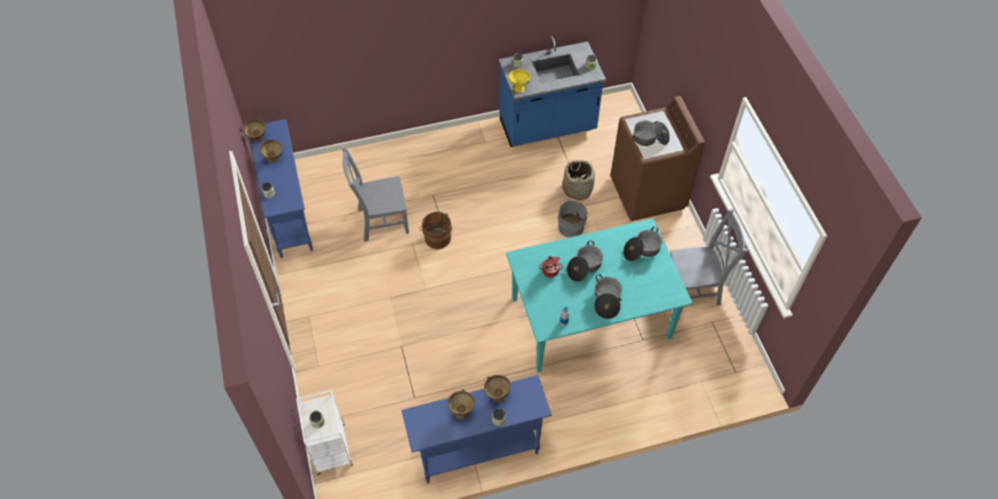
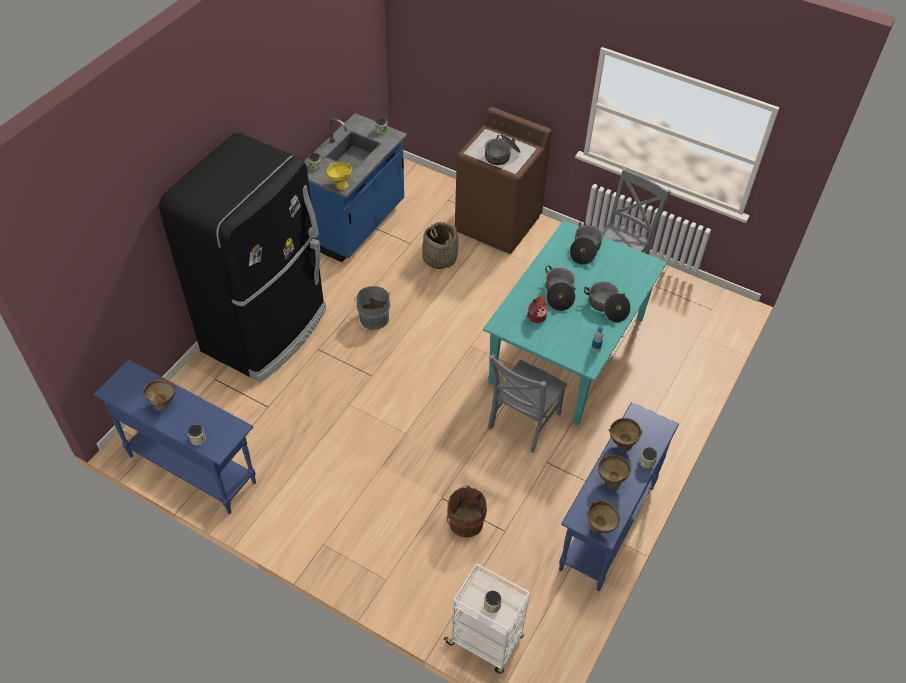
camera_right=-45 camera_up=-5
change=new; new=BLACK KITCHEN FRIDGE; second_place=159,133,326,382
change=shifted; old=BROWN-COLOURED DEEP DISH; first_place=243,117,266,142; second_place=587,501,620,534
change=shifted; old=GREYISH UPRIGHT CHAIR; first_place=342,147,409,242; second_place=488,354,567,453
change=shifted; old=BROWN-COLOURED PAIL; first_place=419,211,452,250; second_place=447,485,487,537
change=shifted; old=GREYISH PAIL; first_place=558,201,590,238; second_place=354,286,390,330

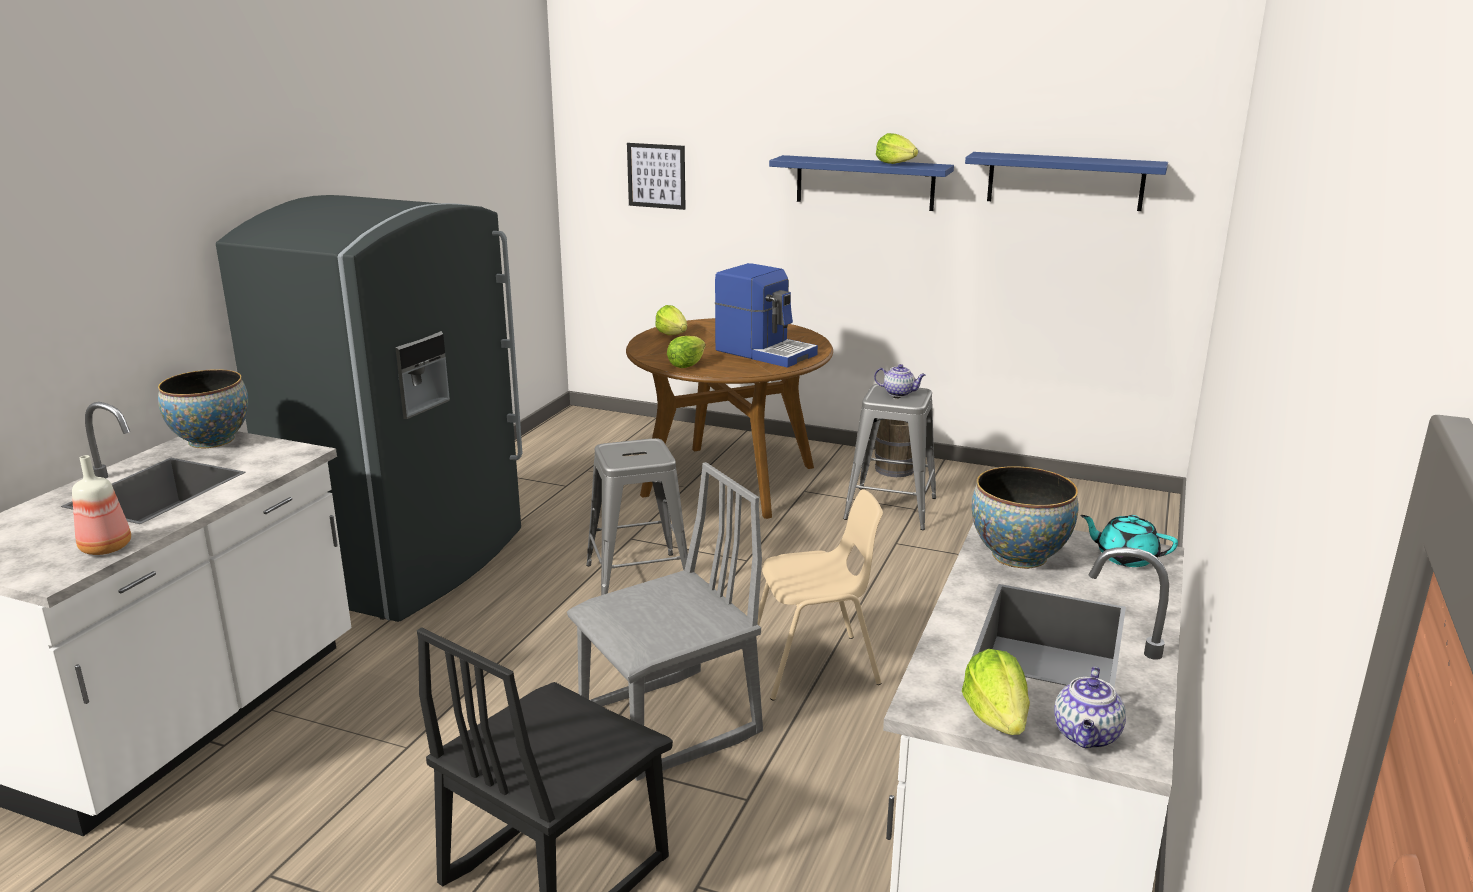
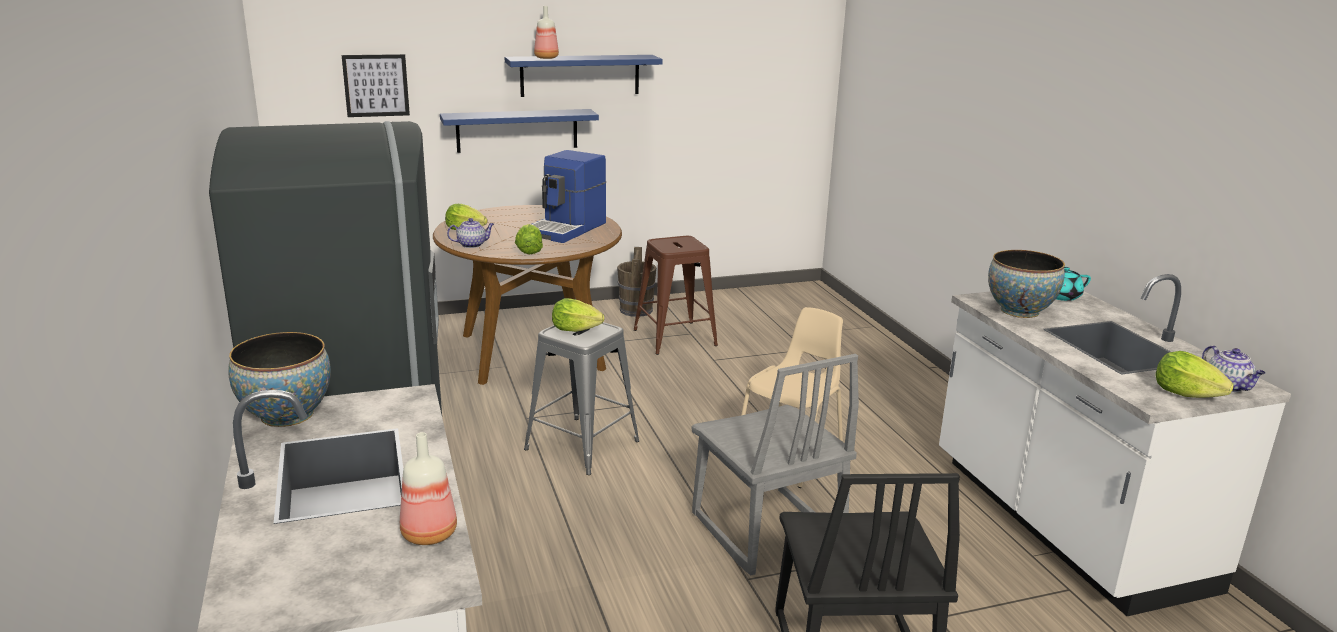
camera_right=-40 camera_up=0
change=new; new=BOTTLE; second_place=534,6,559,59
change=shifted; old=TEAPOT; first_place=874,364,926,397; second_place=447,218,494,248
change=shifted; old=LETTUCE; first_place=876,133,918,164; second_place=552,298,604,332
change=shifted; old=BLUE-COLOURED WALL SHELF; first_place=965,152,1168,211; second_place=440,109,599,153
change=repainted; old=GREYISH STOOL; new=BROWN-COLOURED STOOL; first_place=843,384,936,530; second_place=633,236,718,355
change=rotated; old=GREYISH UPRIGHT CHAIR; first_place=567,462,763,781; second_place=691,354,859,576; degrees=135
change=rotated; old=COFFEE MACHINE; first_place=715,263,818,368; second_place=531,150,606,243; degrees=120

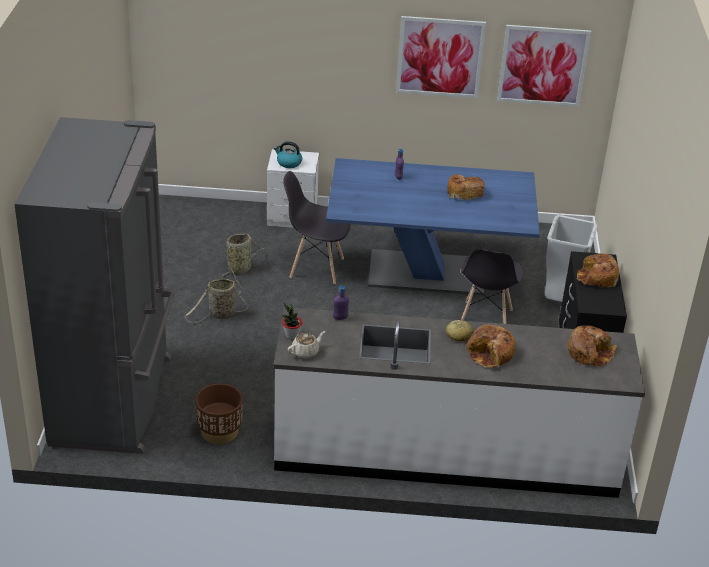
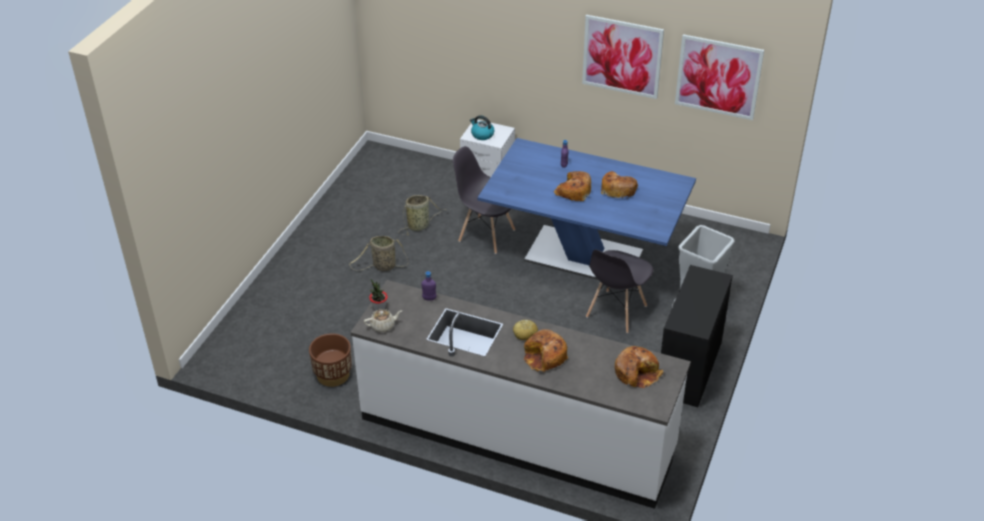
camera_right=20 camera_up=5
change=gone; old=GREYISH KITCHEN FRIDGE; first_place=14,117,175,454
change=shifted; old=BREAD; first_place=577,254,619,288; second_place=554,171,591,201

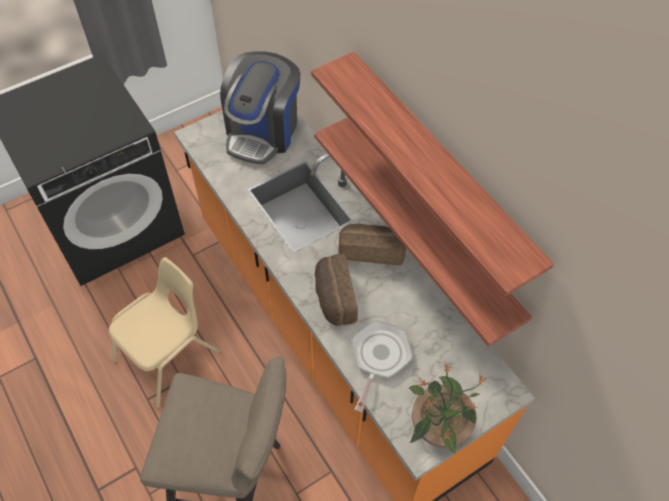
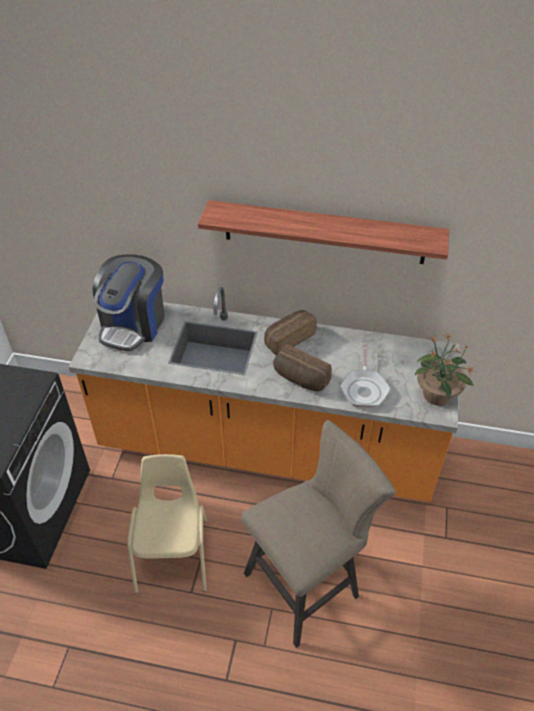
camera_right=-45 camera_up=-10
change=gone; old=WALL SHELF; first_place=314,117,532,347
change=rotated; old=COFFEE MACHINE; first_place=220,51,301,164; second_place=93,255,165,351; degrees=45
change=rotated; old=PAN; first_place=351,320,412,412; second_place=340,343,391,408; degrees=-150

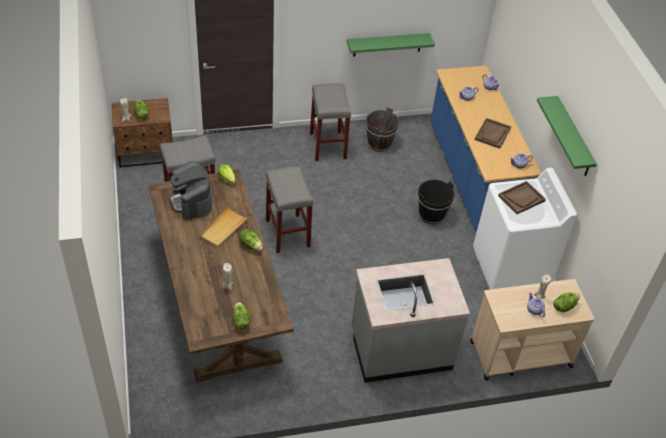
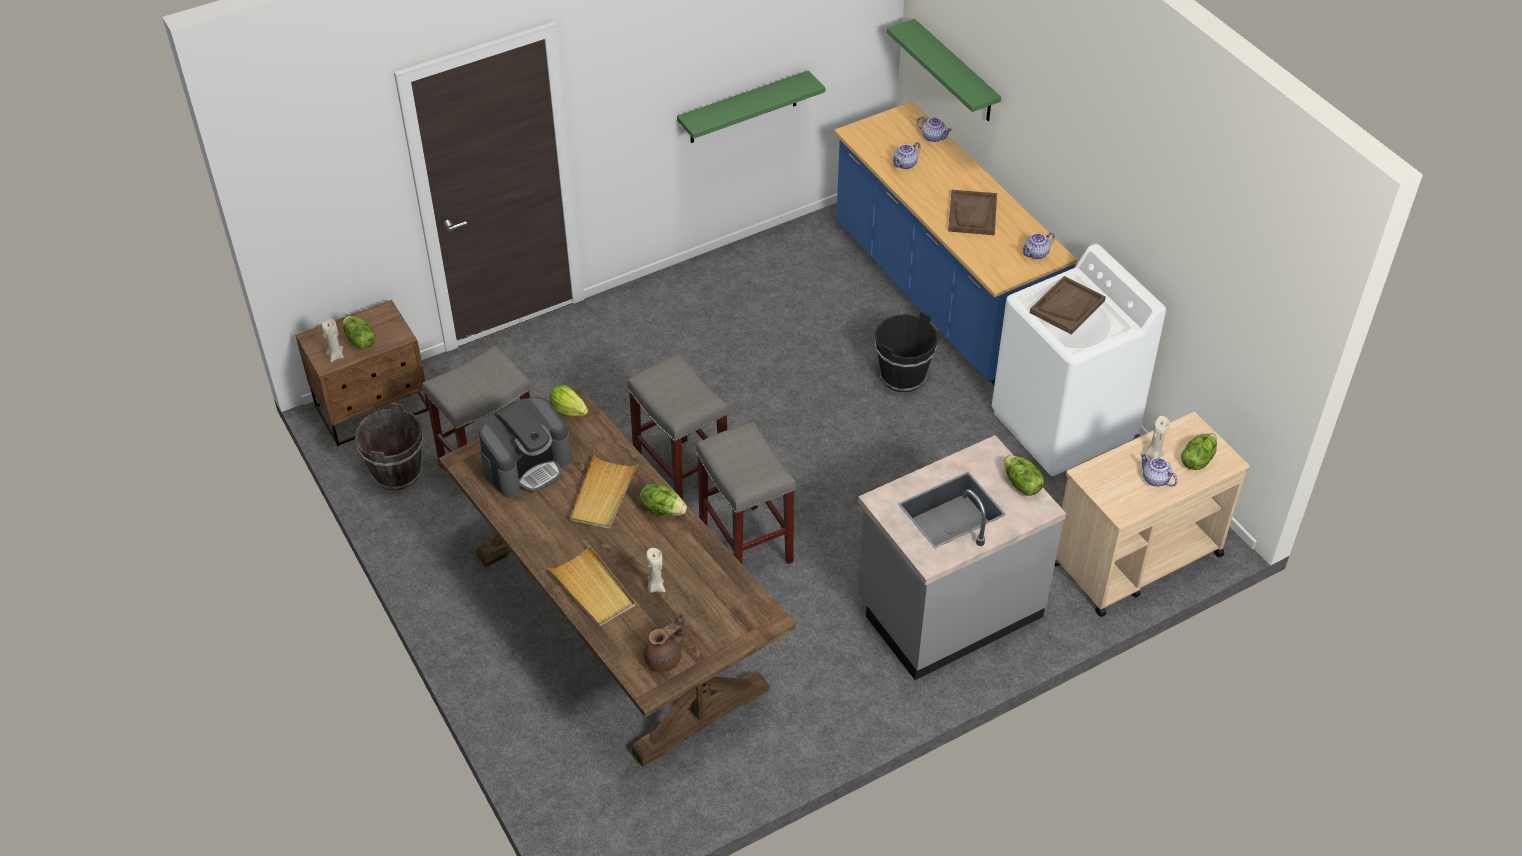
camera_right=-15 camera_up=0
change=new; new=BEIGE CARRYING TRAY; second_place=548,545,636,627
change=new; new=BROWN-COLOURED TEAPOT; second_place=644,614,685,672
change=shifted; old=LETTUCE; first_place=232,302,251,330; second_place=1004,455,1044,496
change=shifted; old=GREYISH STOOL; first_place=310,83,351,161; second_place=696,422,796,564
change=shifted; old=BROWN-COLOURED PAIL; first_place=365,107,400,152; second_place=355,403,423,491
change=shifted; old=GREENISH WALL SHELF; first_place=537,96,597,176; second_place=887,19,1001,121
change=rotated; old=COFFEE MACHINE; first_place=170,161,212,220; second_place=479,397,572,498; degrees=-90

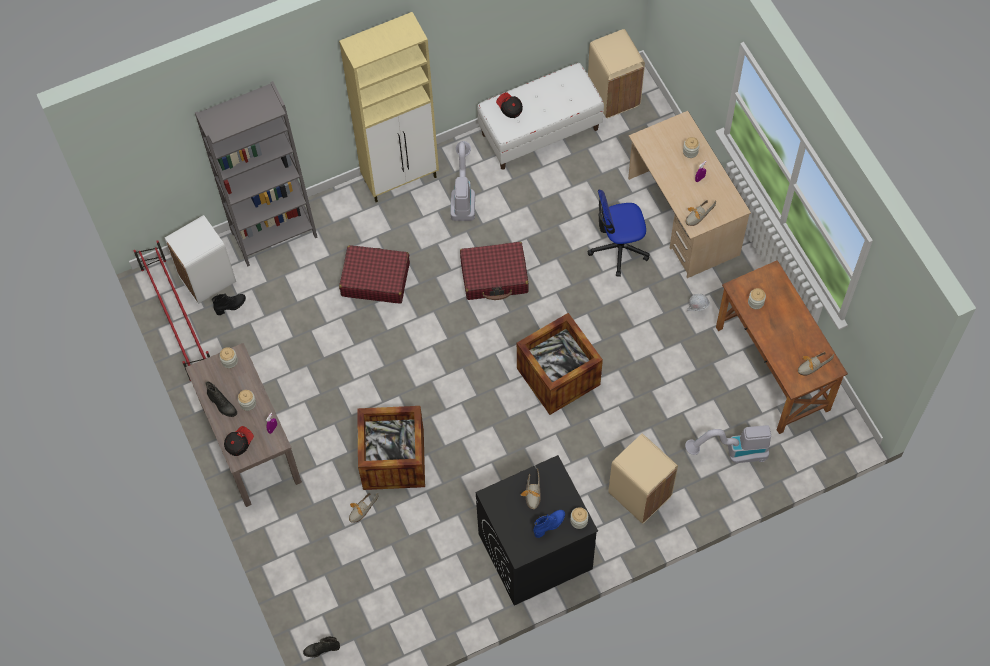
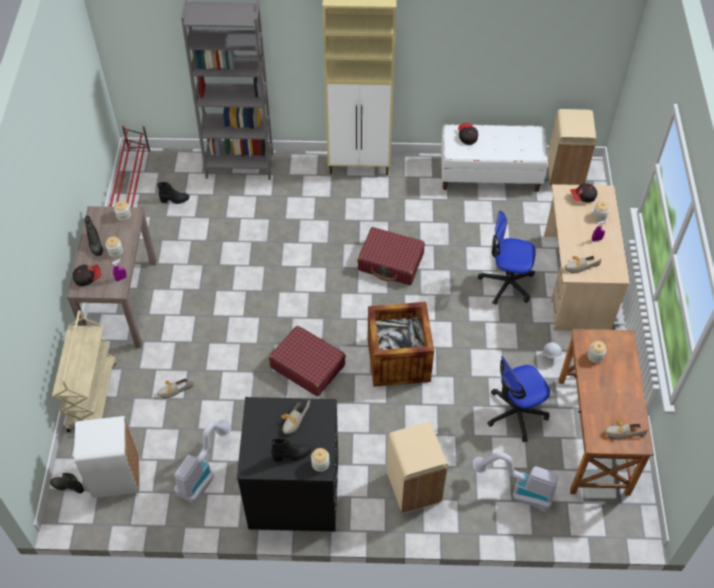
camera_right=25 camera_up=-10
change=gone; old=CRATE; first_place=357,406,425,490
change=new; new=BEIGE TROLLEY; second_place=52,310,116,432
change=new; new=COMPUTER CHAIR; second_place=487,356,550,442
change=new; new=PEAKED CAP; second_place=570,183,597,203
change=shifted; old=WHITISH WASTE BIN; first_place=164,215,236,304; second_place=74,416,140,498
change=shifted; old=RED-COLOURED PIECE OF LUGGAGE; first_place=339,245,410,304; second_place=269,325,346,396
change=shifted; old=VACUUM; first_place=451,141,475,221; second_place=174,420,231,504
change=repainted; old=BLUE-COLOURED HIGH-TOP BOOT; new=BLACK HIGH-TOP BOOT; first_place=534,510,565,538; second_place=271,438,311,462

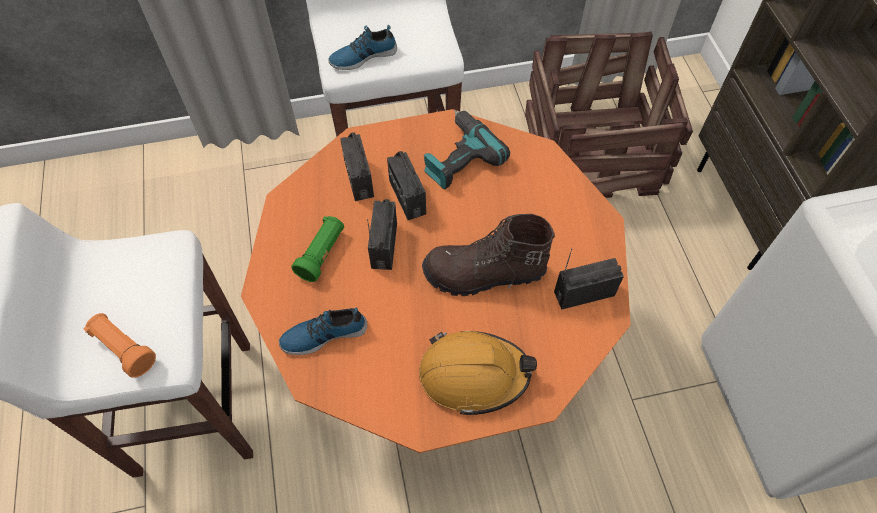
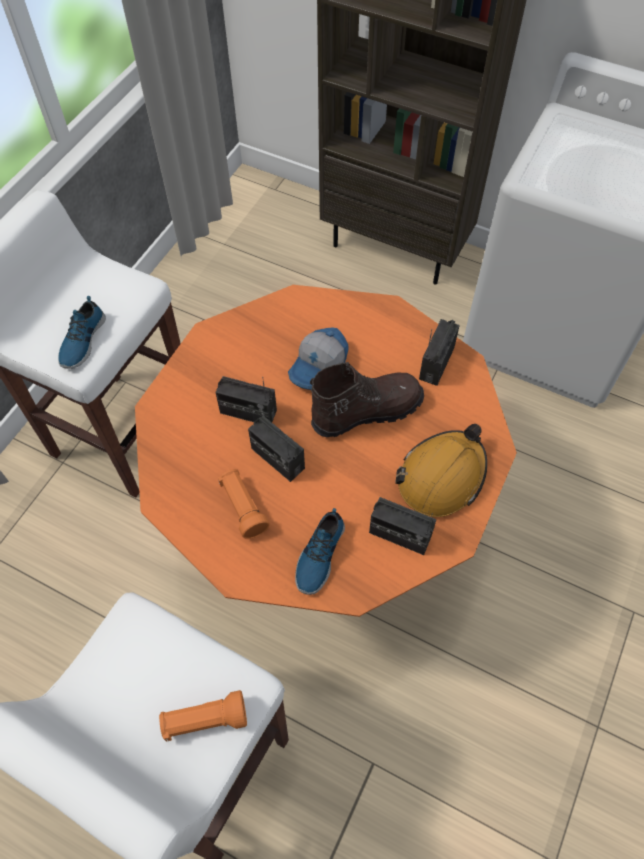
camera_right=-50 camera_up=0
change=gone; old=ELECTRIC DRILL; first_place=424,110,510,189
change=gone; old=CRATE; first_place=525,31,693,198
change=new; new=PEAKED CAP; second_place=288,327,349,390
change=shifted; old=RADIO; first_place=340,132,374,201; second_place=369,497,436,555
change=repainted; old=GREENISH HAND TORCH; new=ORANGE HAND TORCH; first_place=291,216,344,282; second_place=218,469,270,539
change=rotated; old=BROWN-COLOURED HIGH-TOP BOOT; first_place=422,214,555,296; second_place=310,362,424,437; degrees=-150

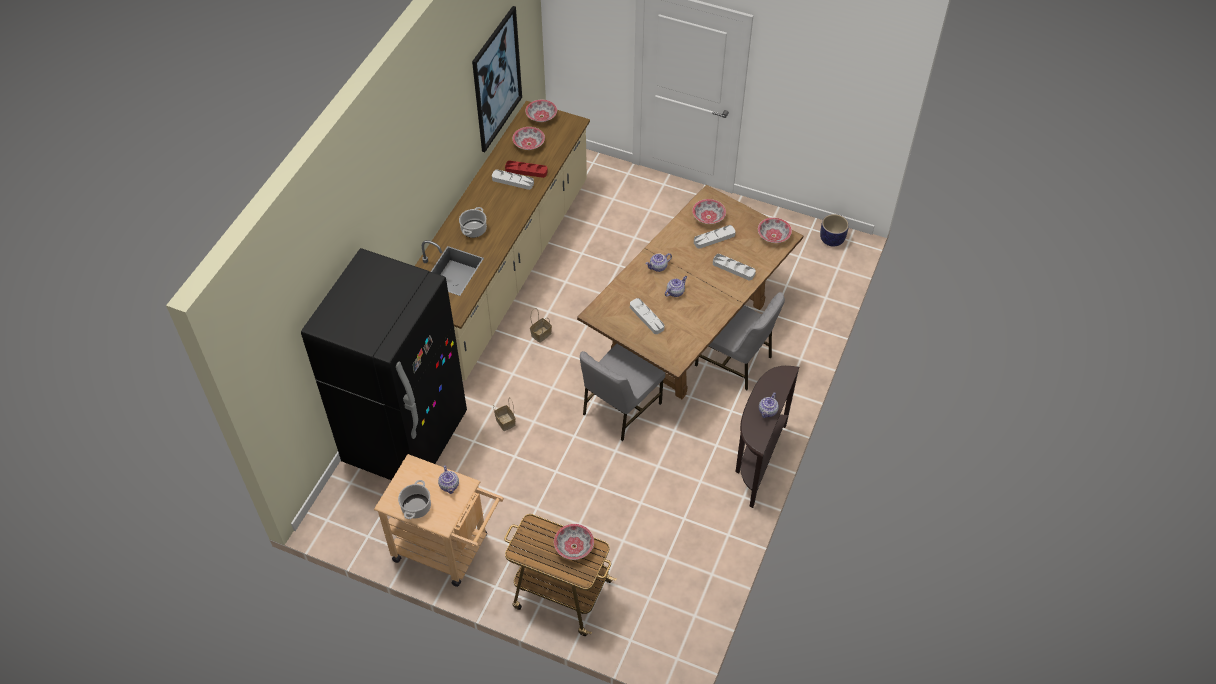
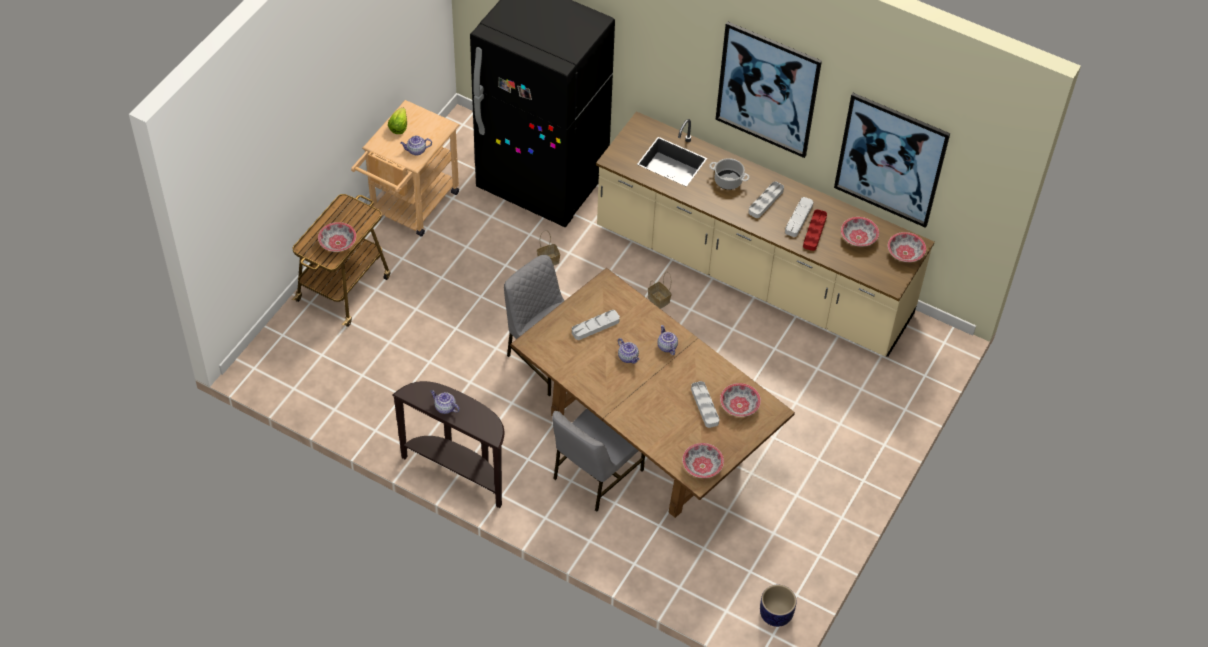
camera_right=95 camera_up=0
change=new; new=WALL ART; second_place=715,21,822,158
change=shifted; old=GREYISH CARRYING TRAY; first_place=713,254,756,280; second_place=748,181,784,218
change=swapped; old=STOCKPOT; new=LETTUCE; first_place=398,480,431,519; second_place=388,108,407,134

